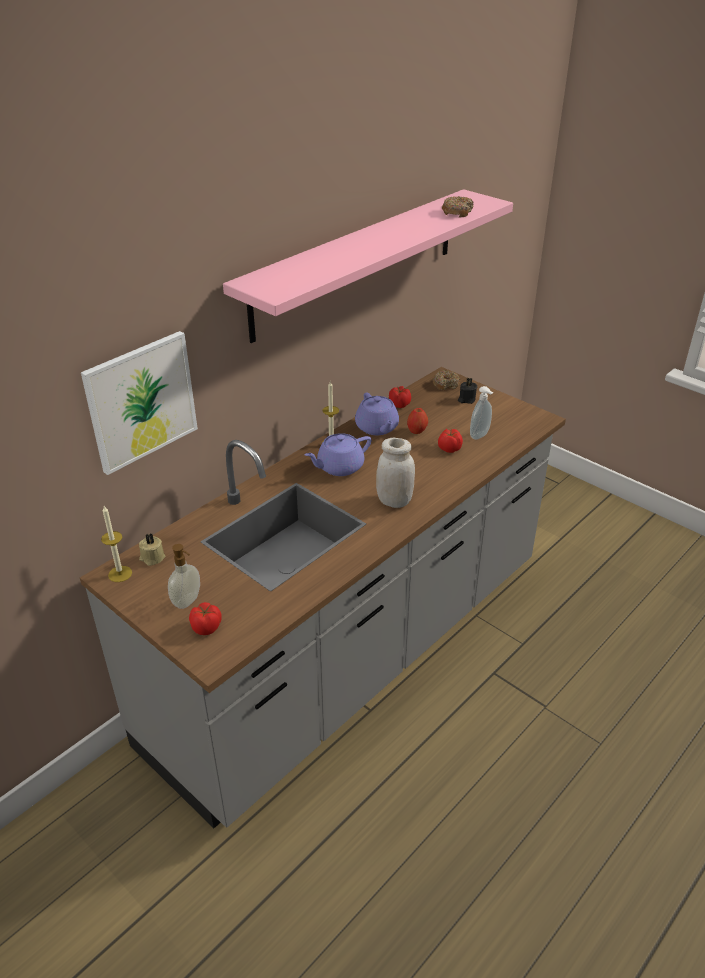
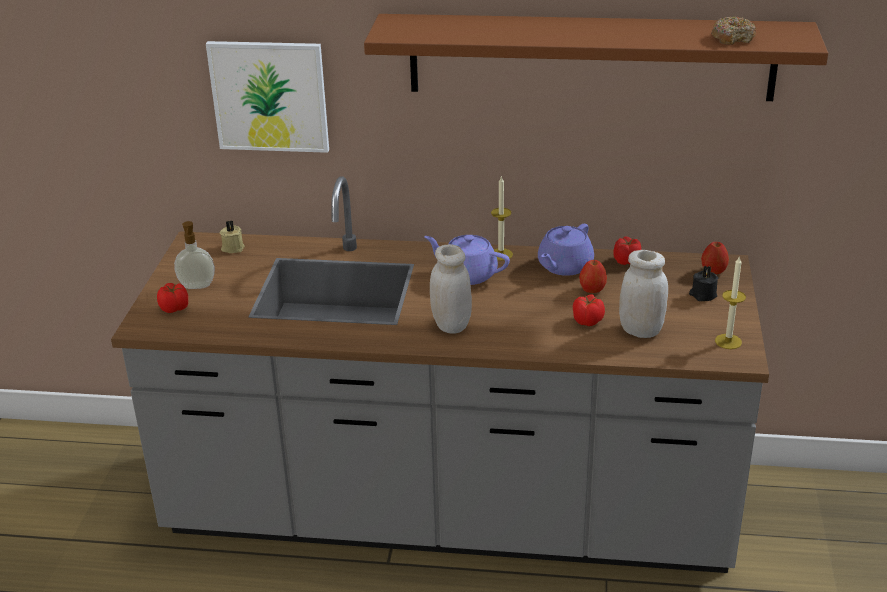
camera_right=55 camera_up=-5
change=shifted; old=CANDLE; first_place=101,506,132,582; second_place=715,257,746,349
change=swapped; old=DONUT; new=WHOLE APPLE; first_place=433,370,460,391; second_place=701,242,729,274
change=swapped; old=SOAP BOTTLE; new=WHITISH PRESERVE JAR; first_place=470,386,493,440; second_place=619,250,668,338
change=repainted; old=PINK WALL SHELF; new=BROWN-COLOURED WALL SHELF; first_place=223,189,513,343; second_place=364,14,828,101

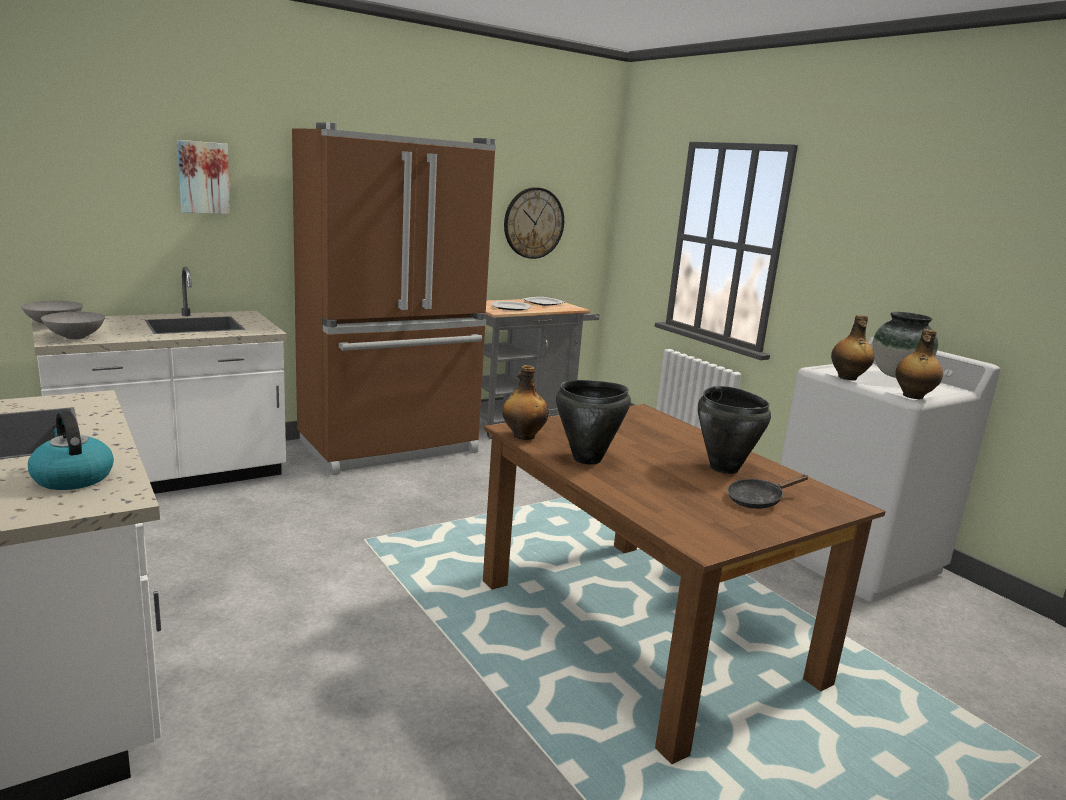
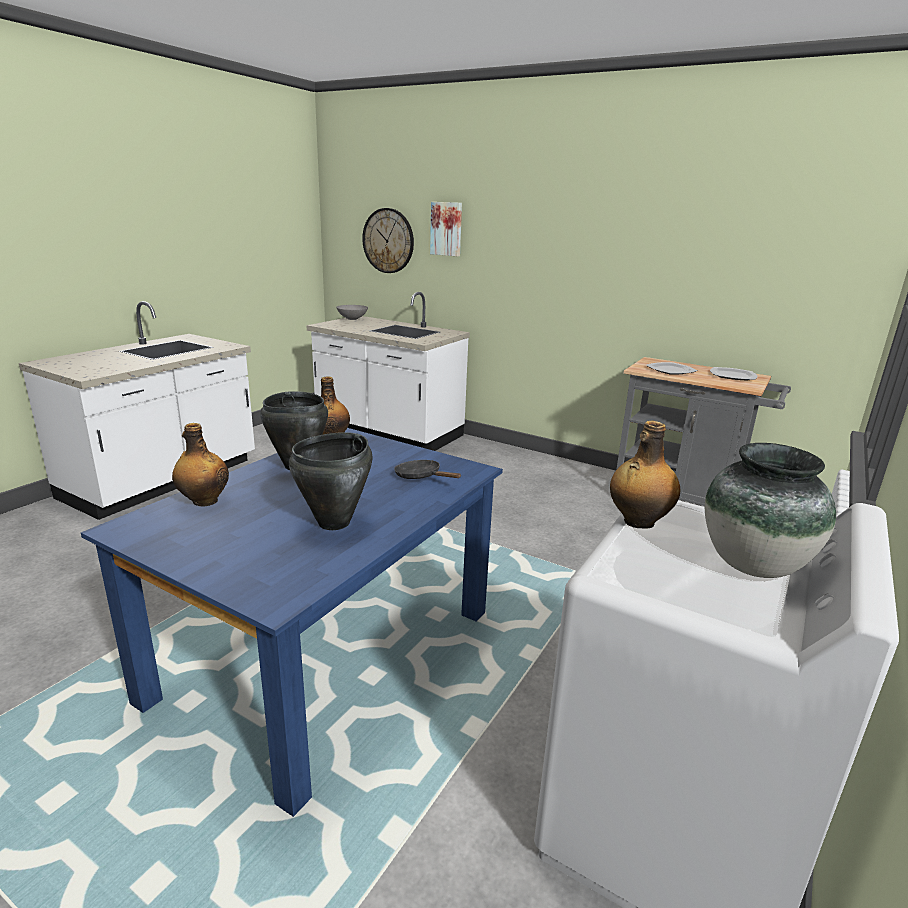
camera_right=65 camera_up=5
change=gone; old=TEA KETTLE; first_place=28,411,114,490
change=gone; old=GREYISH DEEP DISH; first_place=41,312,105,339
change=gone; old=BROWN-COLOURED KITCHEN FRIDGE; first_place=292,122,496,475
change=shifted; old=HANGING CLOCK; first_place=504,187,564,259; second_place=362,208,414,273
change=shifted; old=BLACK PAN; first_place=727,475,809,509; second_place=394,460,461,479
change=shifted; old=BOTTLE; first_place=895,329,943,399; second_place=172,423,229,506
change=repainted; old=BROWN-COLOURED DINING TABLE; new=BLUE-COLOURED DINING TABLE; first_place=483,404,886,764; second_place=81,428,503,817

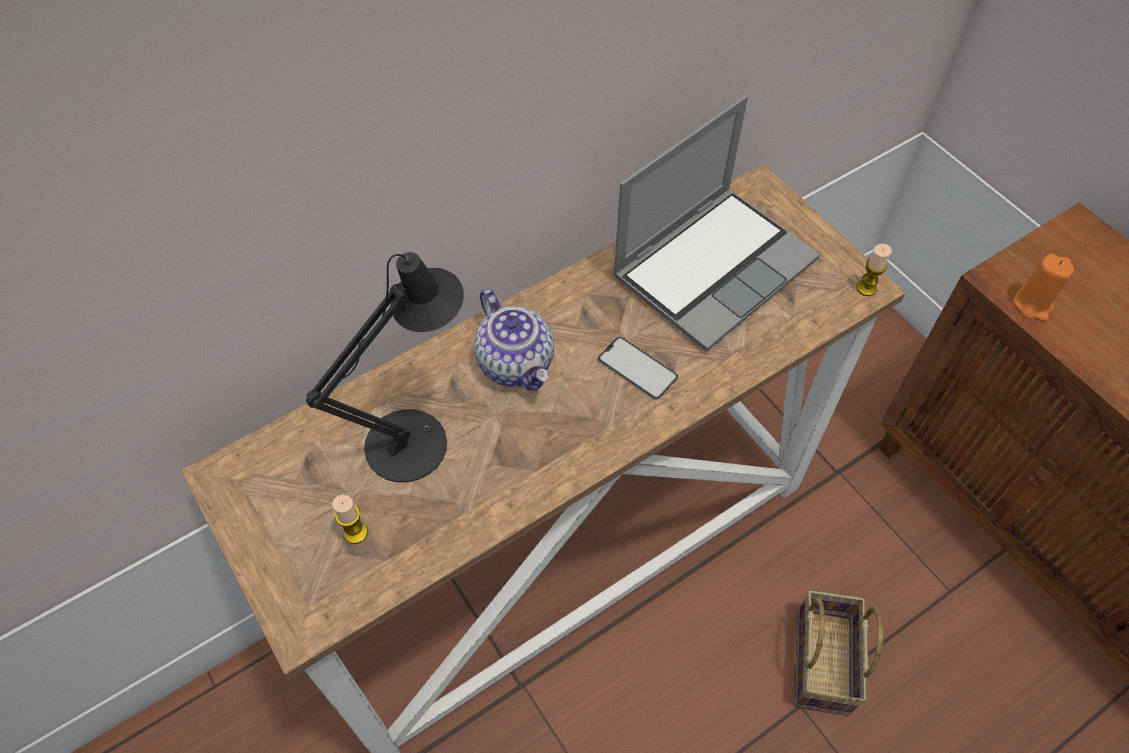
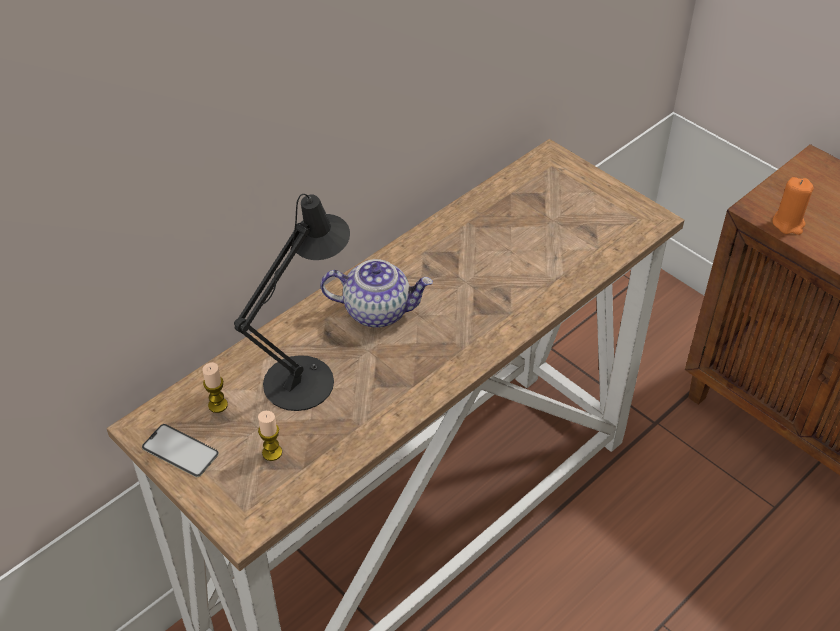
camera_right=-10 camera_up=-10
change=gone; old=PORTABLE COMPUTER; first_place=613,96,820,352
change=gone; old=HOUSEHOLD BASKET; first_place=795,590,883,716
change=shifted; old=TELEPHONE; first_place=598,337,678,400; second_place=142,424,219,477
change=shifted; old=CANDLE; first_place=857,244,892,296; second_place=202,362,228,413
change=rotated; old=TEAPOT; first_place=474,289,554,391; second_place=320,259,433,328; degrees=-45

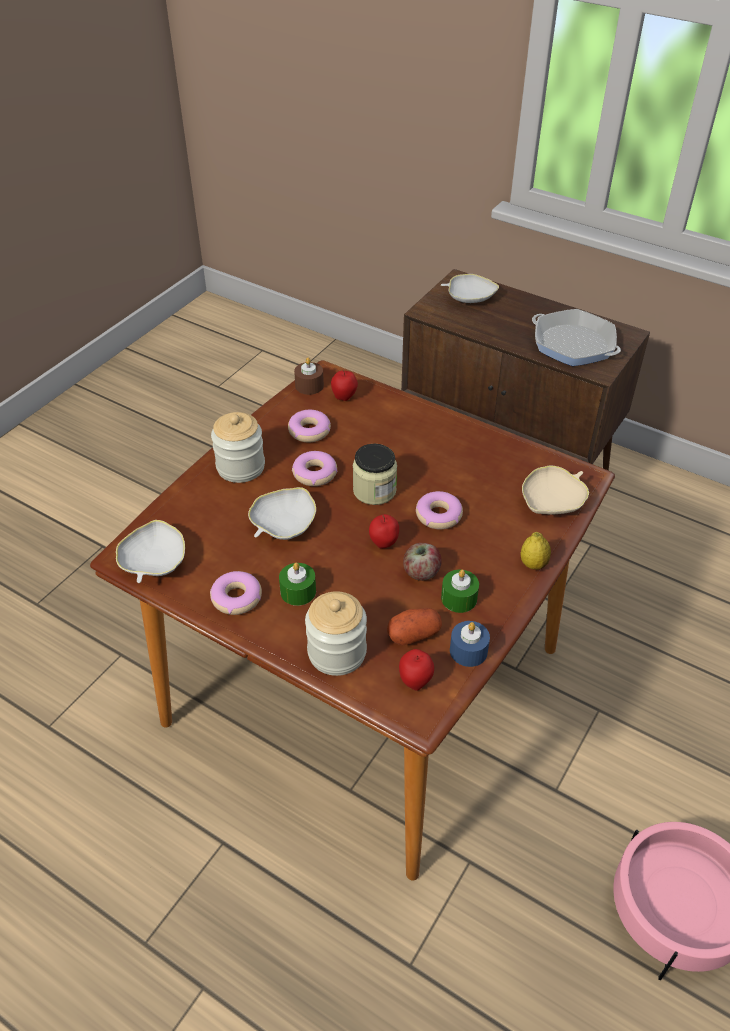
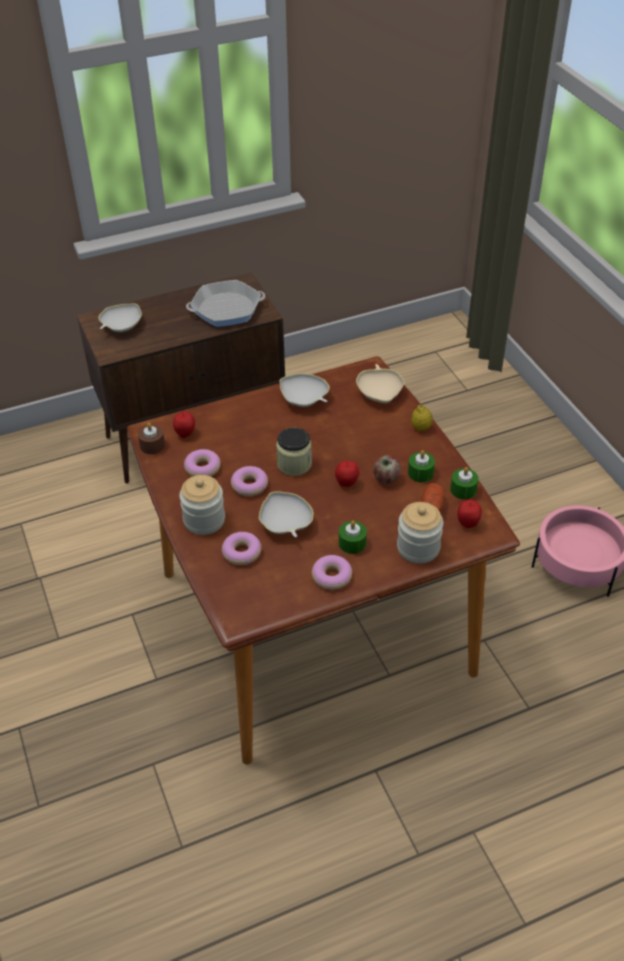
camera_right=-55 camera_up=0
change=shifted; old=WHITISH DEEP DISH; first_place=116,520,185,583; second_place=280,373,330,407
change=shifted; old=DONUT; first_place=416,491,463,529; second_place=222,532,262,565
change=repainted; old=BLUE-COLOURED CANDLE; new=GREENISH CANDLE; first_place=450,621,490,667; second_place=450,467,479,499

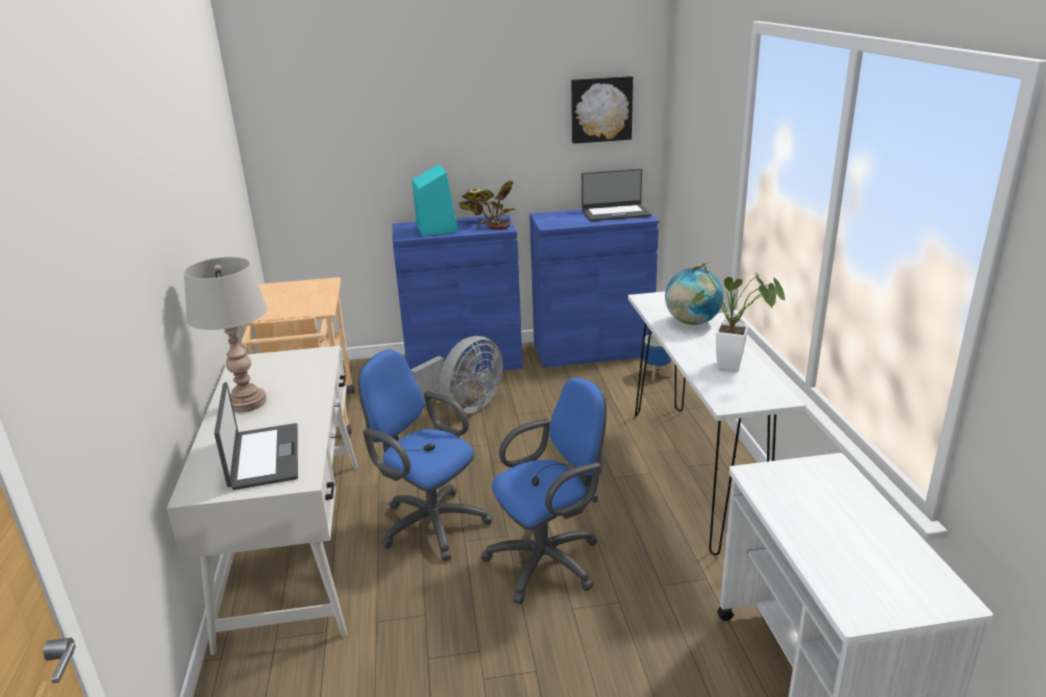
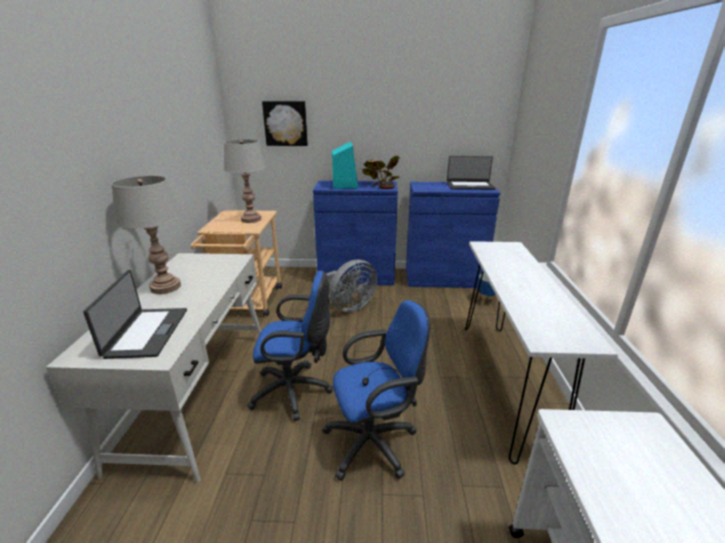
camera_right=10 camera_up=0
change=gone; old=GLOBE; first_place=665,268,724,325
change=gone; old=POTTED PLANT; first_place=691,262,786,371
change=new; new=GREYISH LAMP FOR A TABLE; second_place=224,139,266,223
change=shifted; old=WALL ART; first_place=571,76,633,144; second_place=262,101,308,146
change=rotated; old=BLUE-COLOURED COMPUTER CHAIR; first_place=358,350,492,561; second_place=247,271,333,421; degrees=135

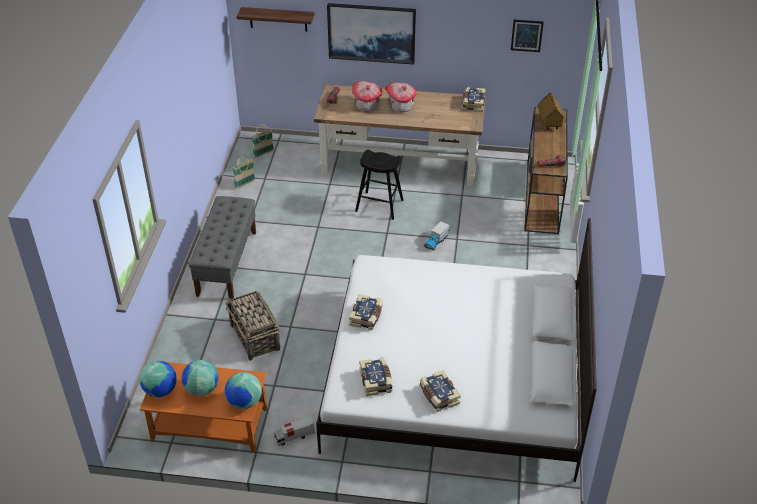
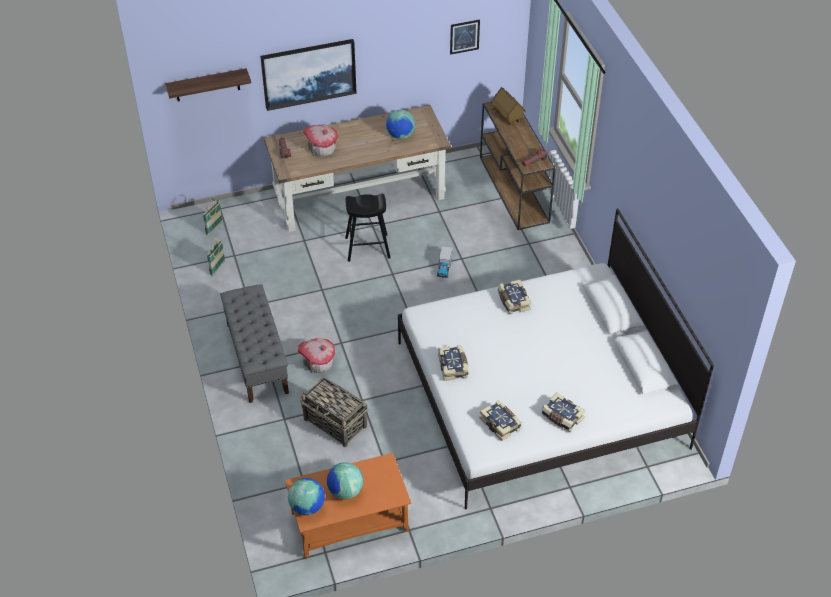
camera_right=-25 camera_up=5
change=gone; old=TOY TRUCK; first_place=274,416,315,446
change=shifted; old=GLOBE; first_place=225,372,262,409; second_place=386,110,415,139
change=shifted; old=TOY HOUSE; first_place=385,82,417,113; second_place=298,338,335,373
change=shifted; old=VOLUME; first_place=462,87,486,112; second_place=498,280,531,314

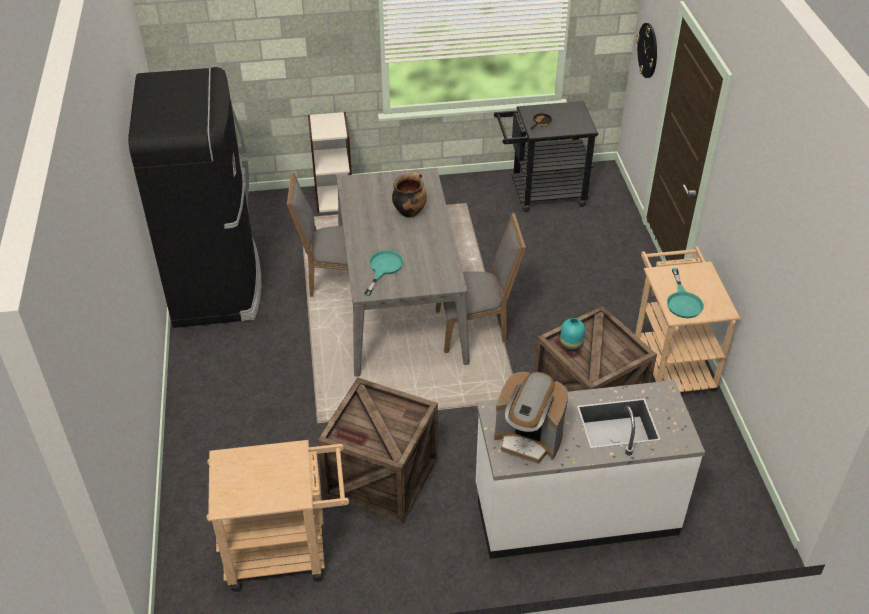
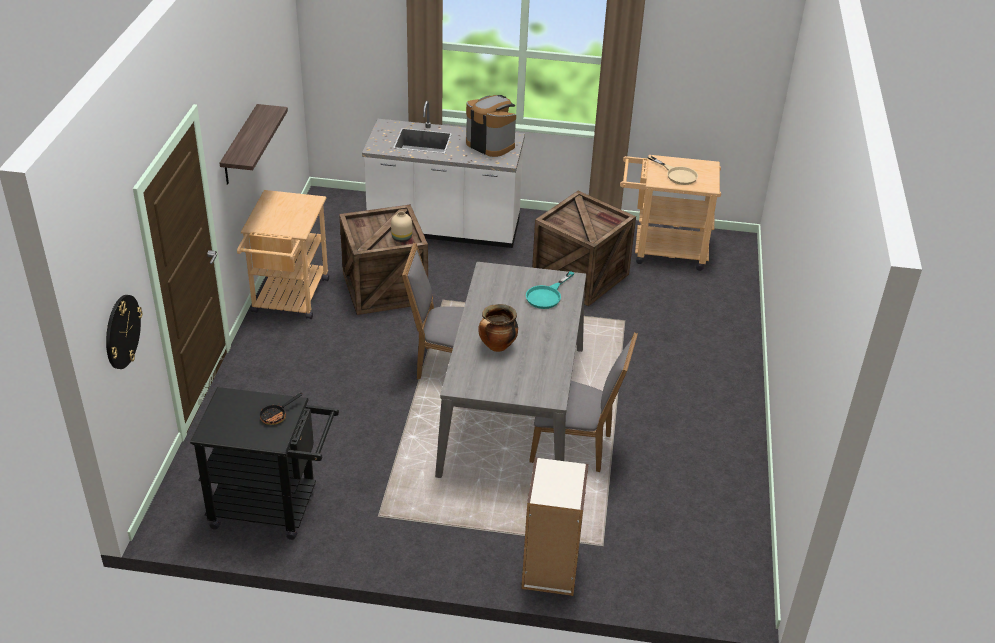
camera_right=-165 camera_up=-5
change=gone; old=BLACK KITCHEN FRIDGE; first_place=128,67,262,328
change=gone; old=TURQUOISE PAN; first_place=667,268,704,318
change=new; new=WALL SHELF; second_place=220,104,288,185
change=new; new=BEIGE PAN; second_place=648,156,698,185
change=repainted; old=TURQUOISE FLOWER VASE; new=BEIGE FLOWER VASE; first_place=560,318,585,351; second_place=391,211,412,242

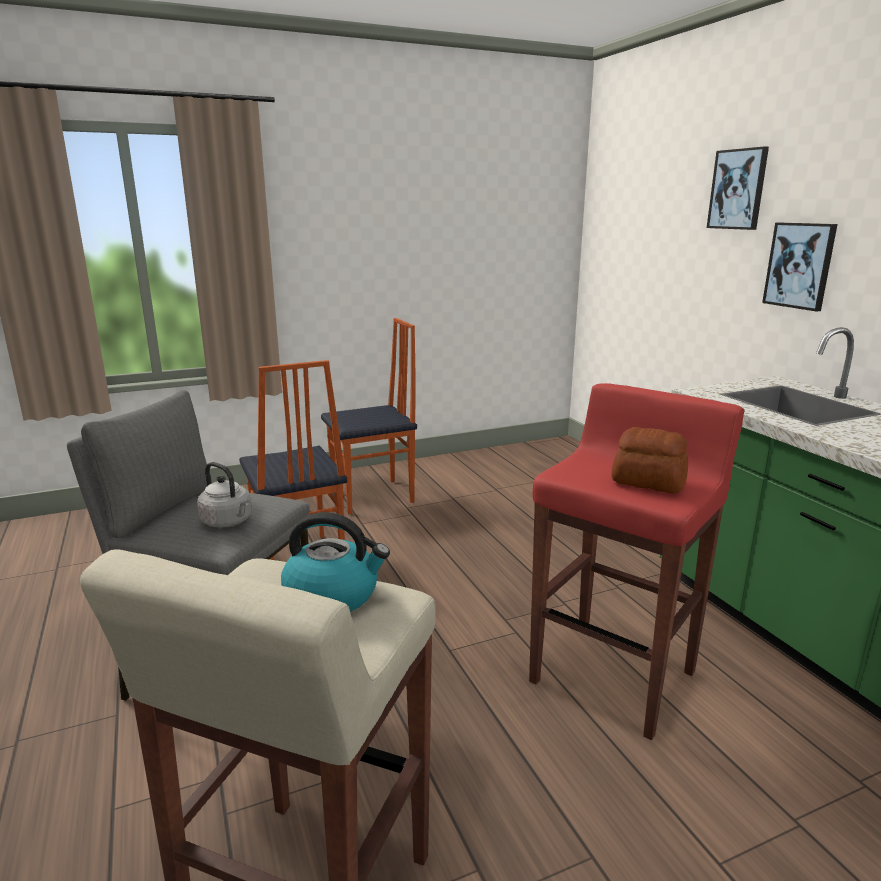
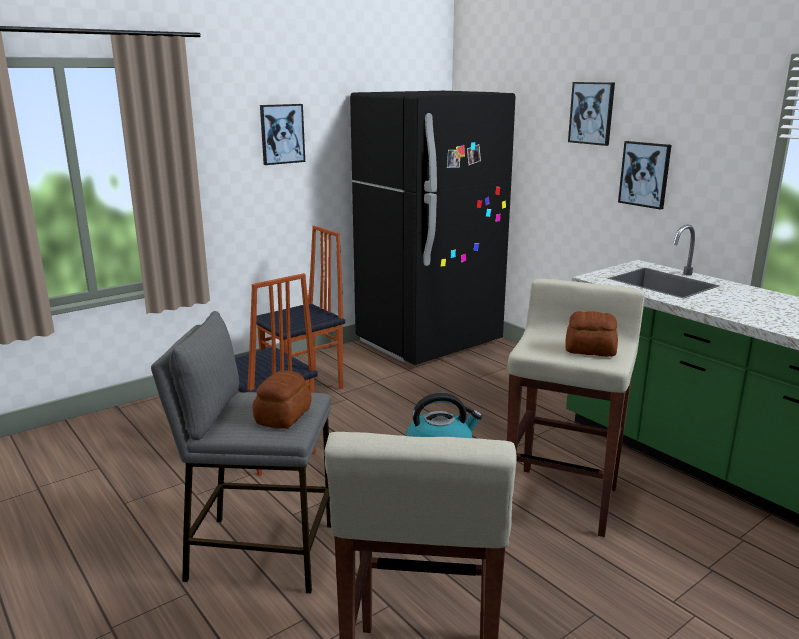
camera_right=-15 camera_up=0
change=new; new=WALL ART; second_place=260,104,305,165
change=new; new=BLACK KITCHEN FRIDGE; second_place=350,91,515,365
change=swapped; old=GREYISH TEA KETTLE; new=BREAD; first_place=197,462,252,528; second_place=253,370,312,428
change=repainted; old=RED-COLOURED STOOL; new=BEIGE STOOL; first_place=529,383,745,740; second_place=507,279,645,537

